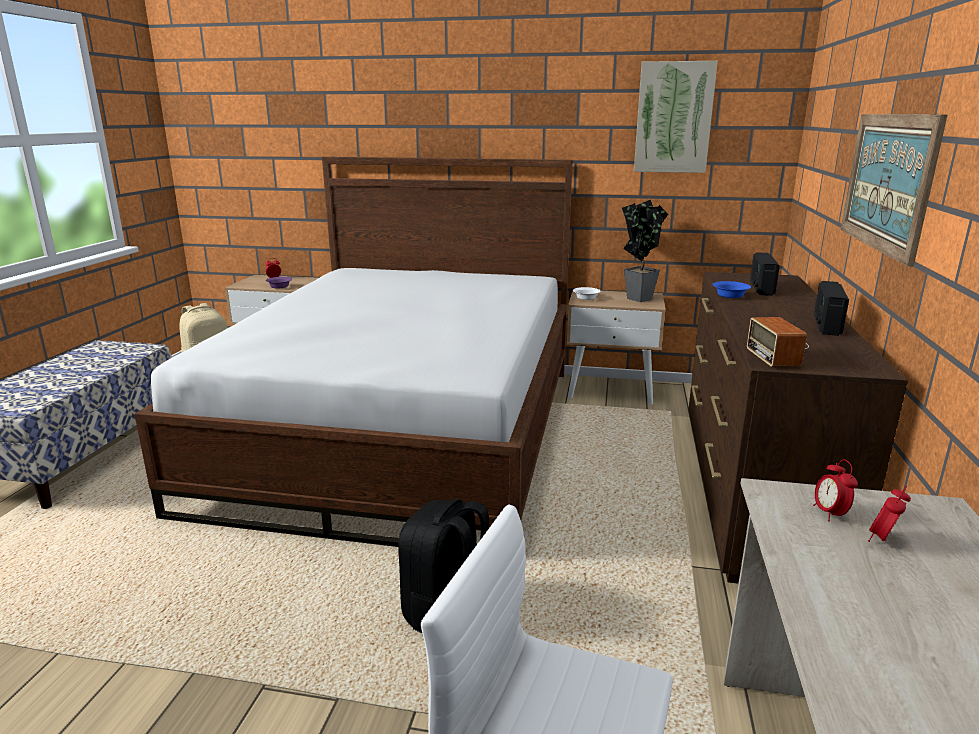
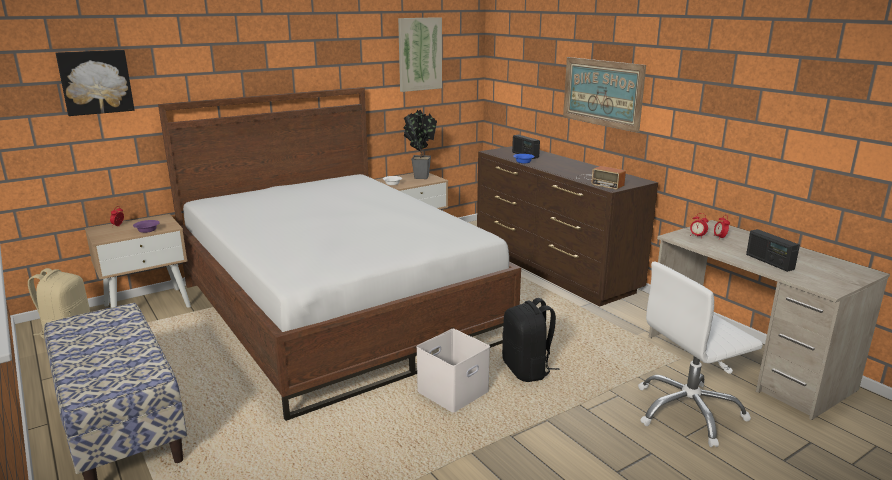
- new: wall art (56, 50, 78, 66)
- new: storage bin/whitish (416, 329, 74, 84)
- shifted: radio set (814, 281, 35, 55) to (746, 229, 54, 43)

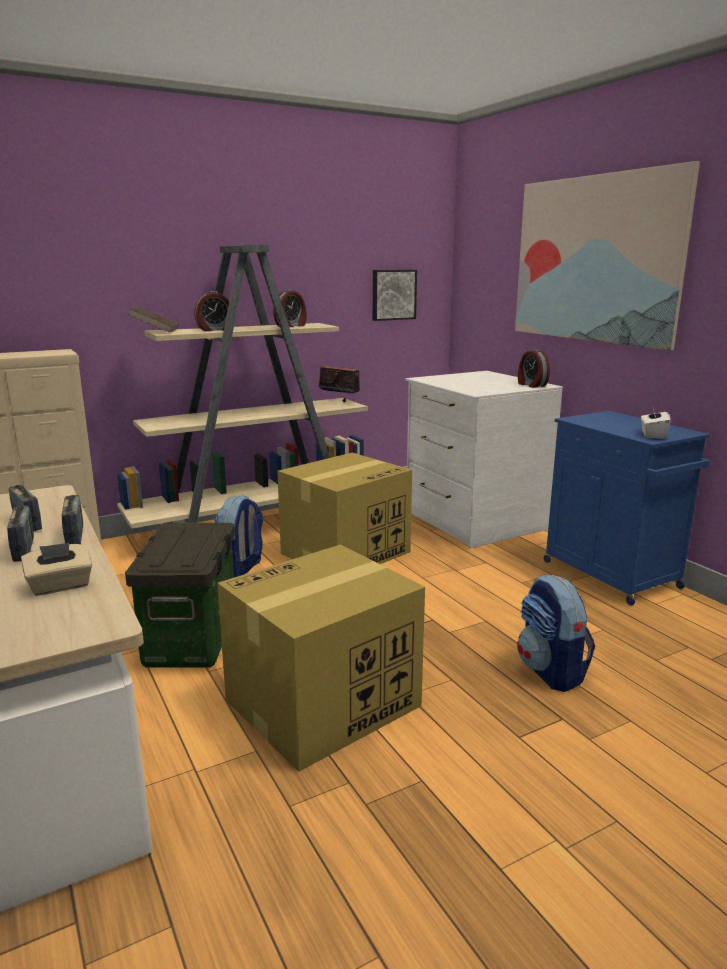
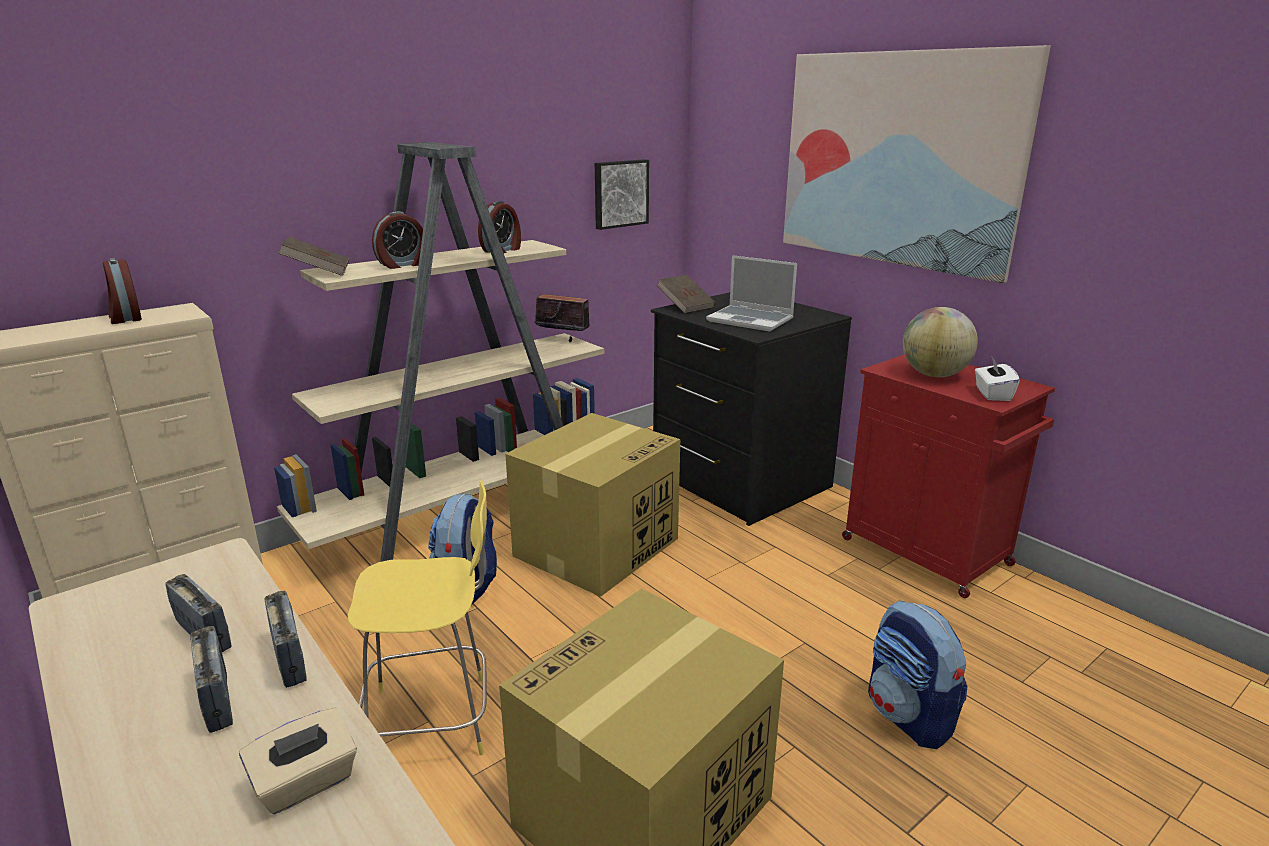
- new: book/brownish (657, 275, 58, 38)
- new: notebook computer (706, 255, 91, 77)
- new: globe (903, 307, 75, 70)
- shifted: table clock (518, 349, 32, 39) to (103, 258, 39, 66)
- swapped: storage bin (125, 523, 110, 144) to stool seat/yellow-coloured (347, 480, 140, 275)
- repainted: drawer chest/whitish (406, 371, 157, 177) to drawer chest/blackish (651, 292, 201, 234)
- repainted: cupboard/blue-coloured (544, 411, 166, 194) to cupboard/red (842, 354, 213, 244)

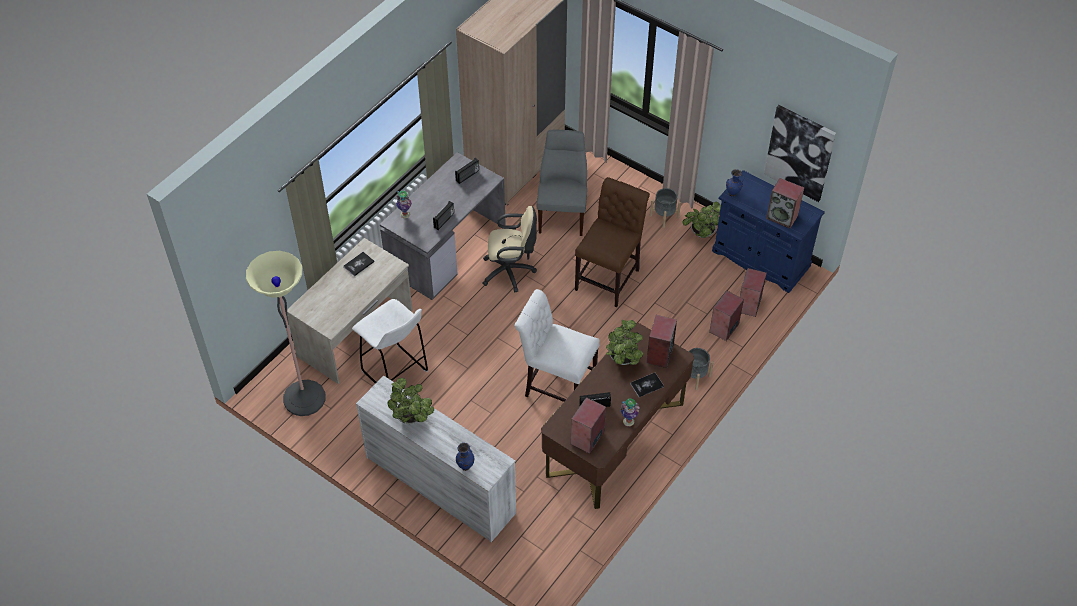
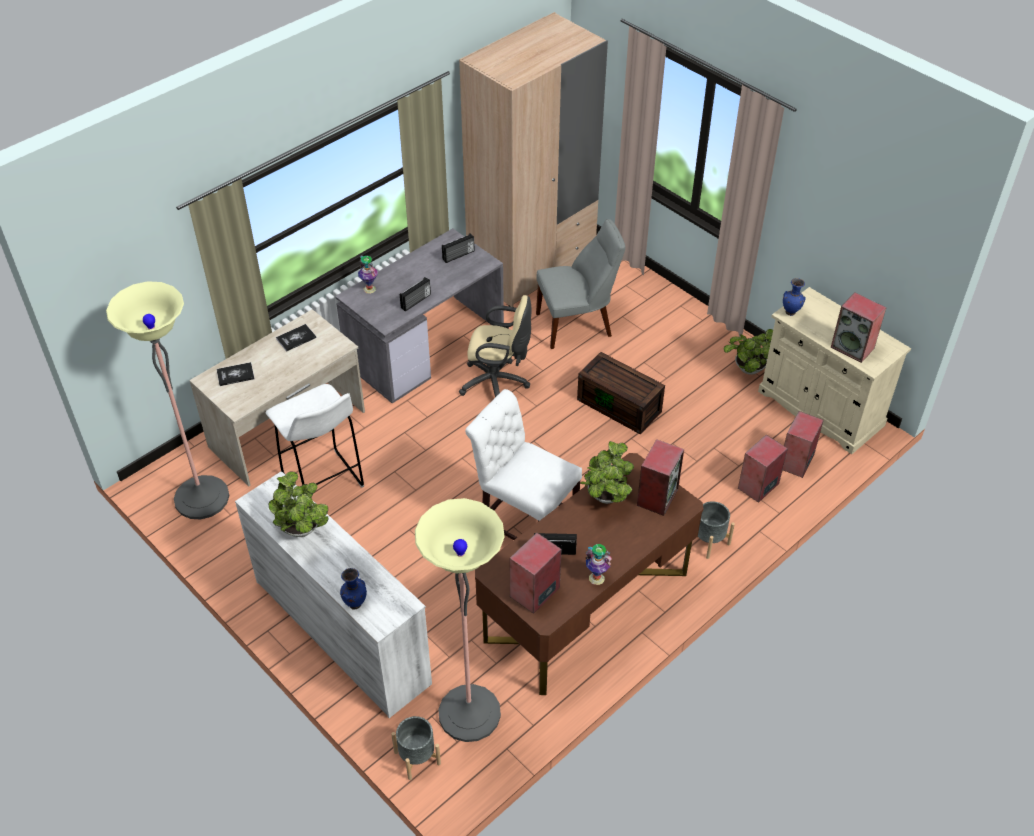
- gone: wall art (764, 105, 72, 97)
- new: standing lamp (415, 498, 90, 244)
- shifted: book (630, 373, 34, 24) to (217, 362, 38, 24)
- shifted: planter/greyish (650, 188, 31, 40) to (391, 716, 50, 64)
- swapped: plain chair/brownish (575, 177, 75, 130) to storage bin/brownish (577, 352, 88, 83)
- repainted: cupboard/blue-coloured (712, 170, 113, 123) to cupboard/beige-coloured (758, 287, 153, 167)
- rotated: plain chair/greyish (537, 130, 50, 106) = (536, 219, 89, 130) 60 degrees clockwise

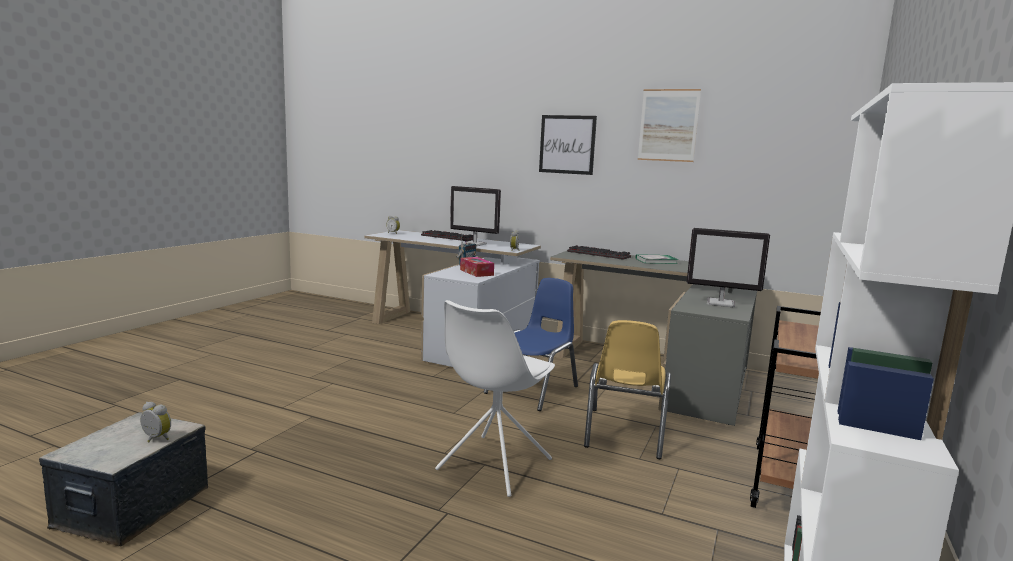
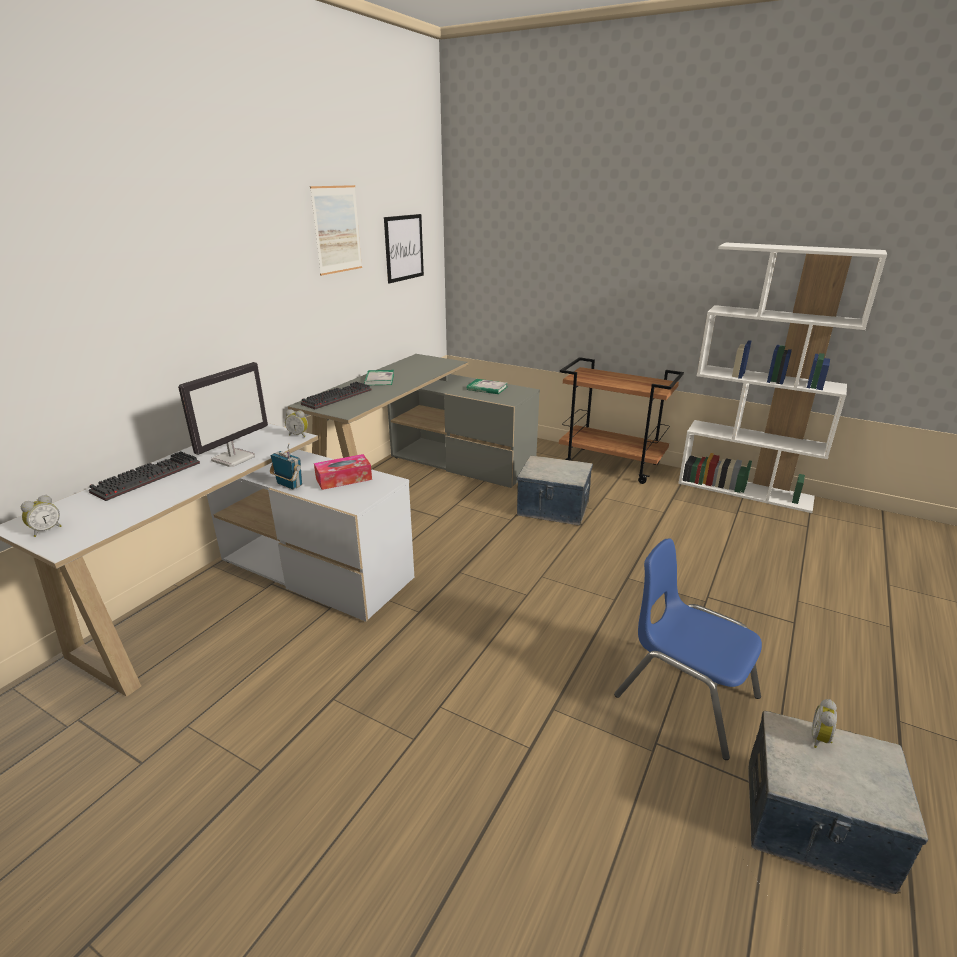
- gone: plain chair/whitish (435, 300, 120, 197)
- shifted: plain chair/blue-coloured (484, 278, 94, 133) to (614, 539, 148, 221)
- shifted: wall art (539, 115, 58, 60) to (384, 214, 40, 69)
- swapped: plain chair/yellow-coloured (584, 320, 87, 139) to storage bin (517, 456, 76, 70)
- swapped: computer display (687, 228, 83, 79) to book (467, 379, 40, 15)

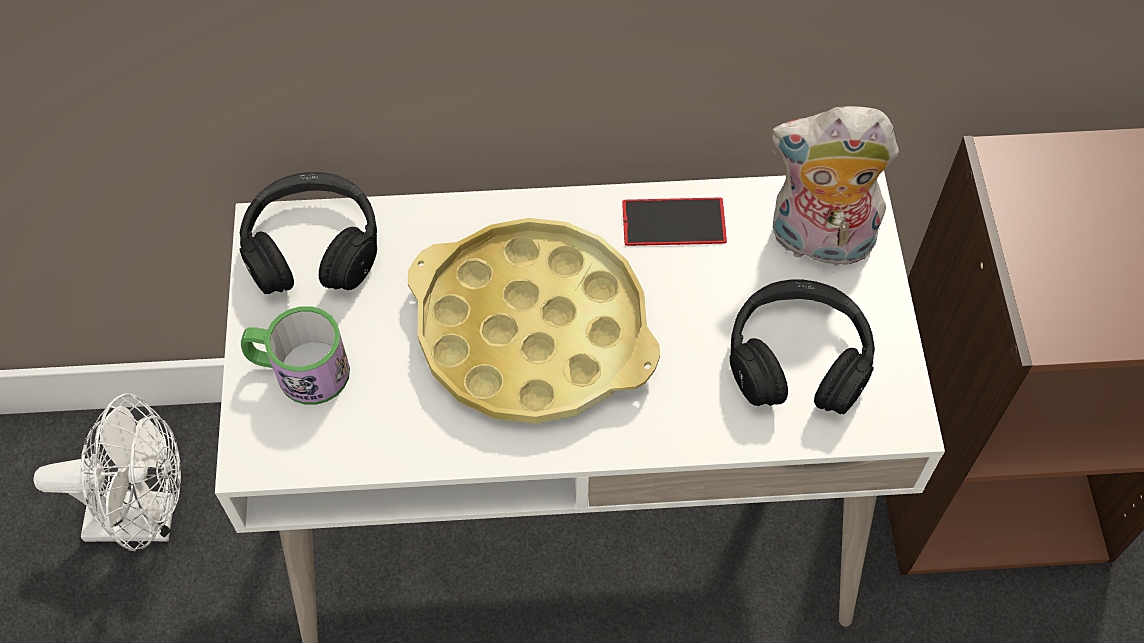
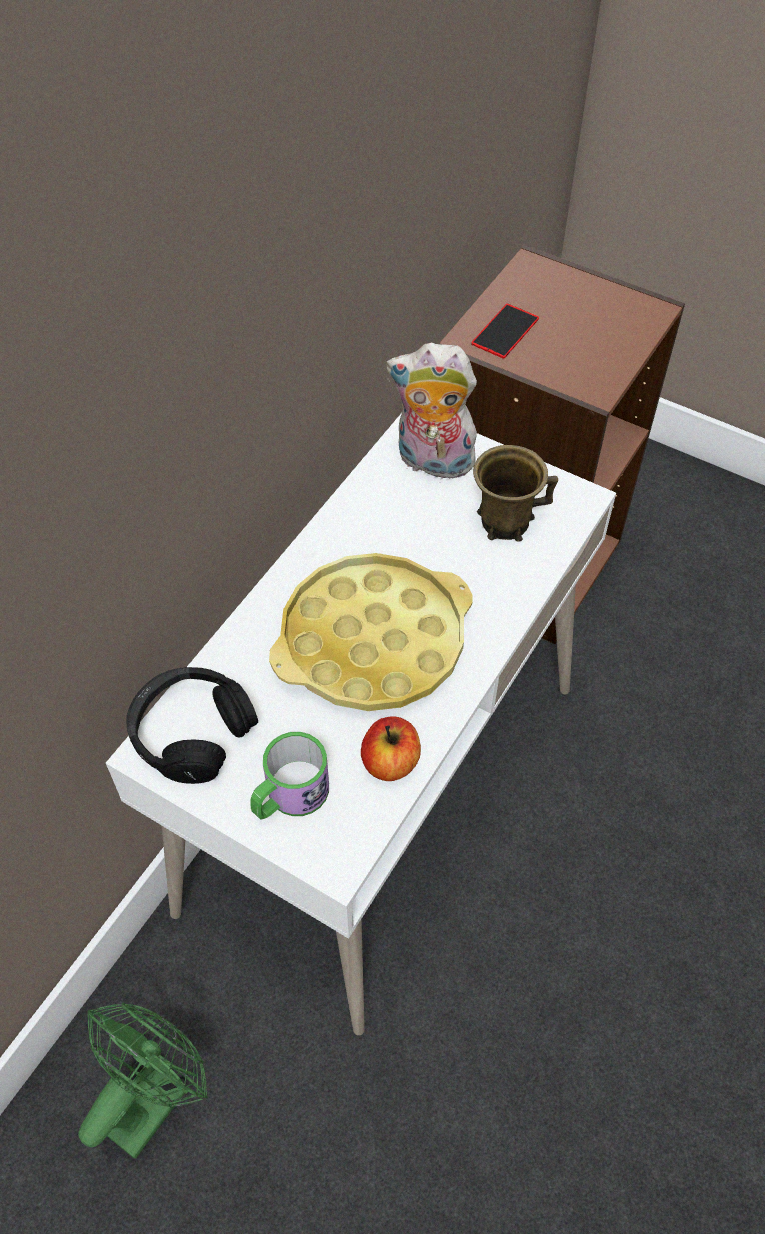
- new: apple (361, 716, 60, 65)
- shifted: telephone (622, 198, 105, 48) to (471, 303, 68, 56)
- swapped: headset/blackish (730, 279, 145, 135) to mug/brownish (473, 445, 85, 97)
- repainted: cooling fan/whitish (33, 393, 148, 158) to cooling fan/greenish (78, 1002, 130, 157)
- rotated: cuddly toy (771, 106, 128, 167) = (386, 343, 91, 136) 60 degrees clockwise

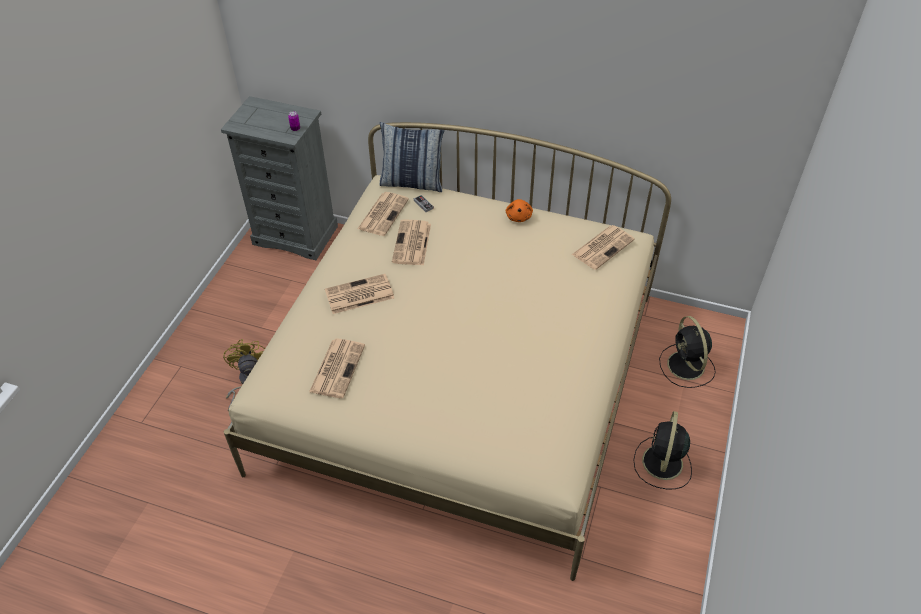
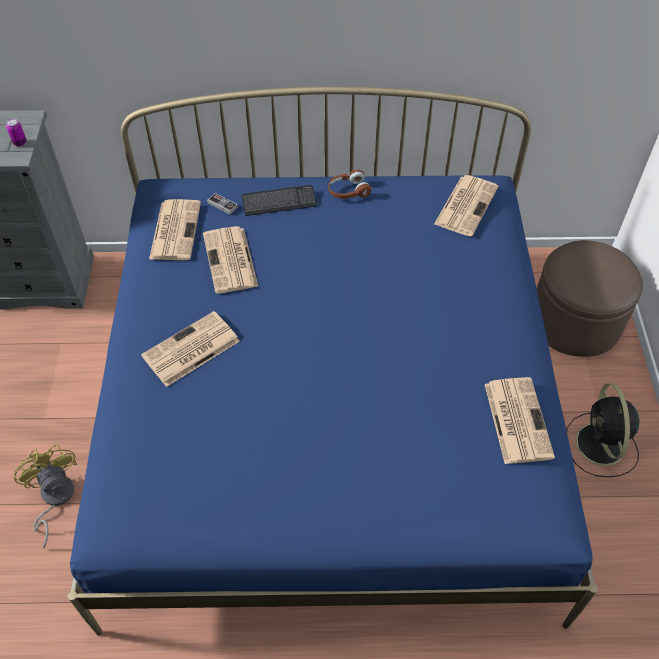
- gone: pillow (380, 122, 65, 70)
- new: PC keyboard (242, 185, 75, 31)
- shifted: newspaper (309, 338, 56, 60) to (485, 377, 70, 87)
- swapped: cuddly toy/orange (506, 199, 27, 23) to headset/brownish (328, 169, 43, 30)
- swapped: cooling fan/blackish (659, 316, 57, 72) to footrest/brownish (537, 240, 106, 117)
- repainted: sleeping bed/beige-coloured (224, 122, 447, 459) to sleeping bed/blue-coloured (67, 86, 531, 550)

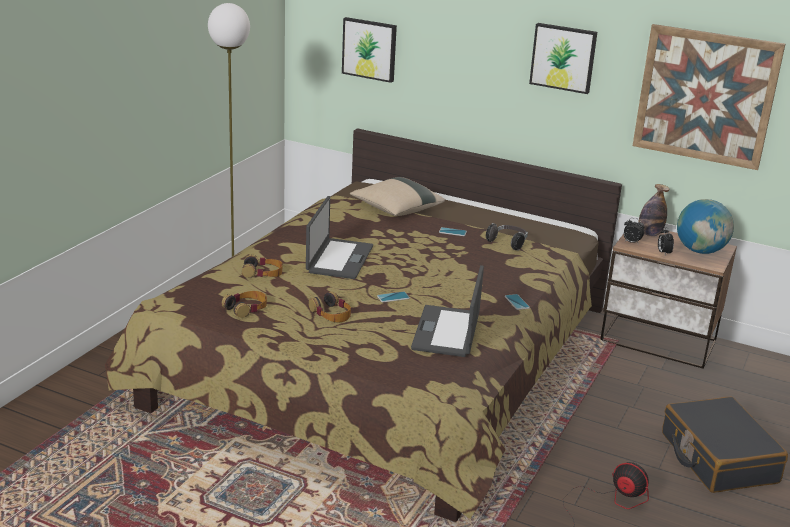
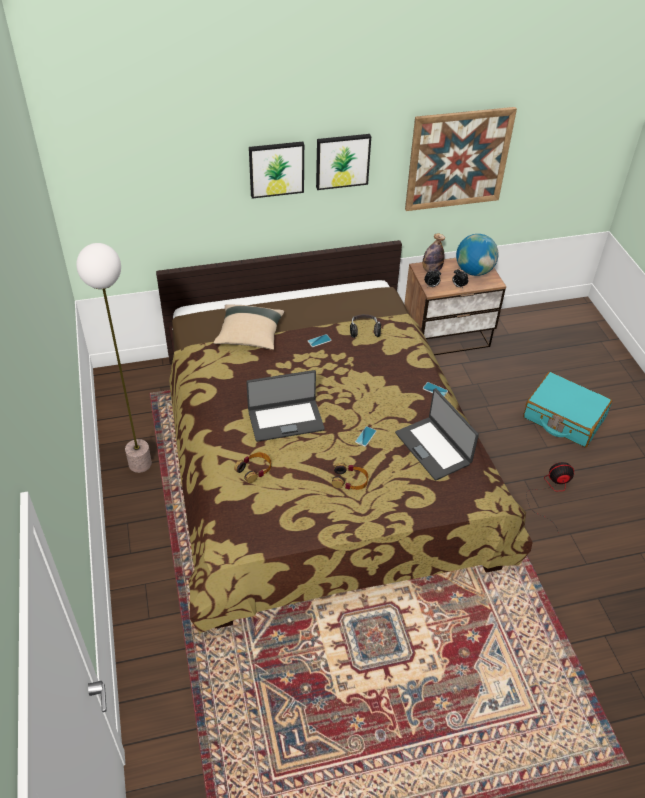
- gone: headset (221, 291, 46, 27)
- shifted: wall art (342, 17, 55, 66) to (249, 142, 55, 57)
- repainted: suitcase/blackish (662, 396, 126, 97) to suitcase/turquoise (523, 372, 89, 75)
- rotated: notebook computer (306, 196, 67, 83) = (246, 370, 79, 72) 105 degrees clockwise

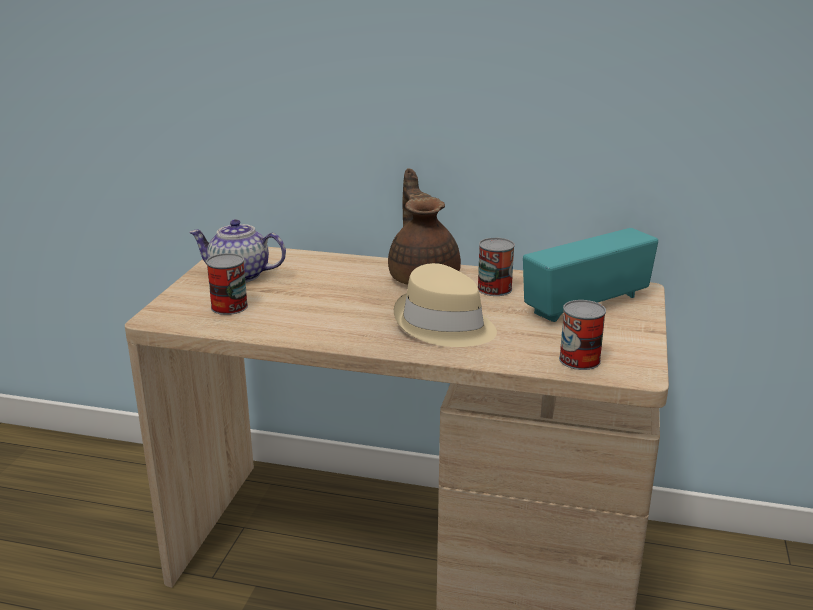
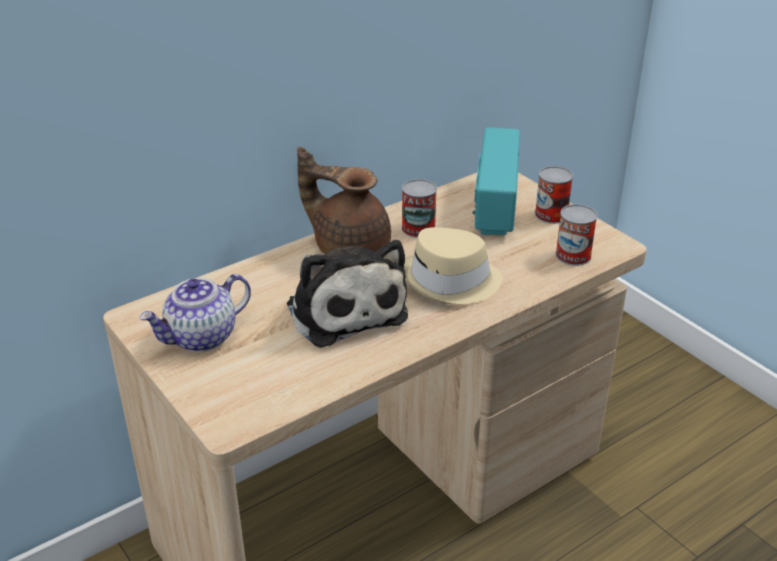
- new: cuddly toy (287, 240, 121, 108)
- shifted: metal can (206, 253, 42, 62) to (535, 166, 38, 58)

